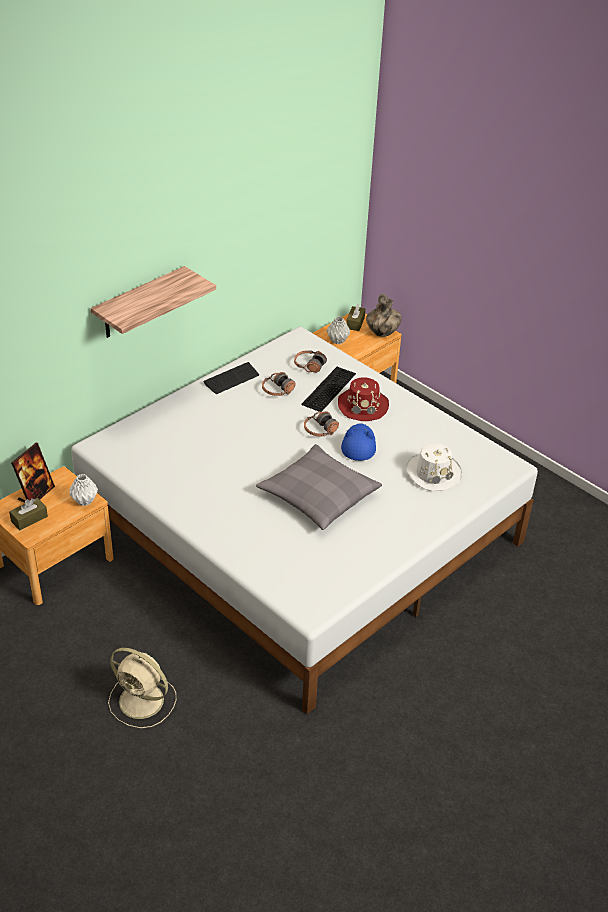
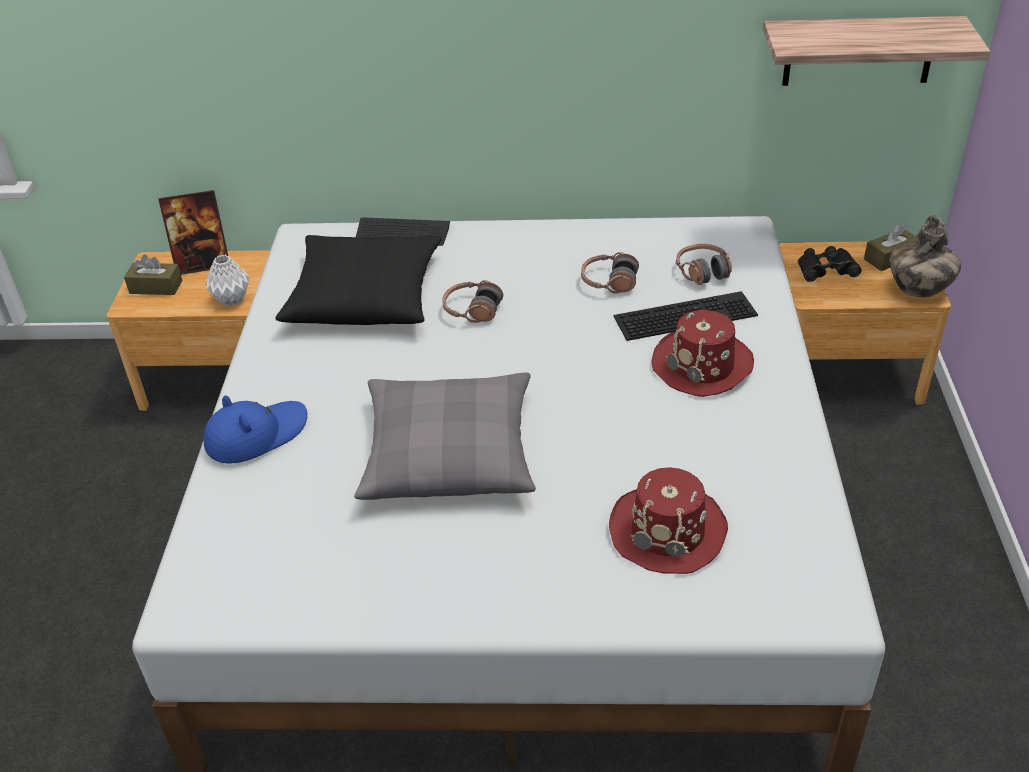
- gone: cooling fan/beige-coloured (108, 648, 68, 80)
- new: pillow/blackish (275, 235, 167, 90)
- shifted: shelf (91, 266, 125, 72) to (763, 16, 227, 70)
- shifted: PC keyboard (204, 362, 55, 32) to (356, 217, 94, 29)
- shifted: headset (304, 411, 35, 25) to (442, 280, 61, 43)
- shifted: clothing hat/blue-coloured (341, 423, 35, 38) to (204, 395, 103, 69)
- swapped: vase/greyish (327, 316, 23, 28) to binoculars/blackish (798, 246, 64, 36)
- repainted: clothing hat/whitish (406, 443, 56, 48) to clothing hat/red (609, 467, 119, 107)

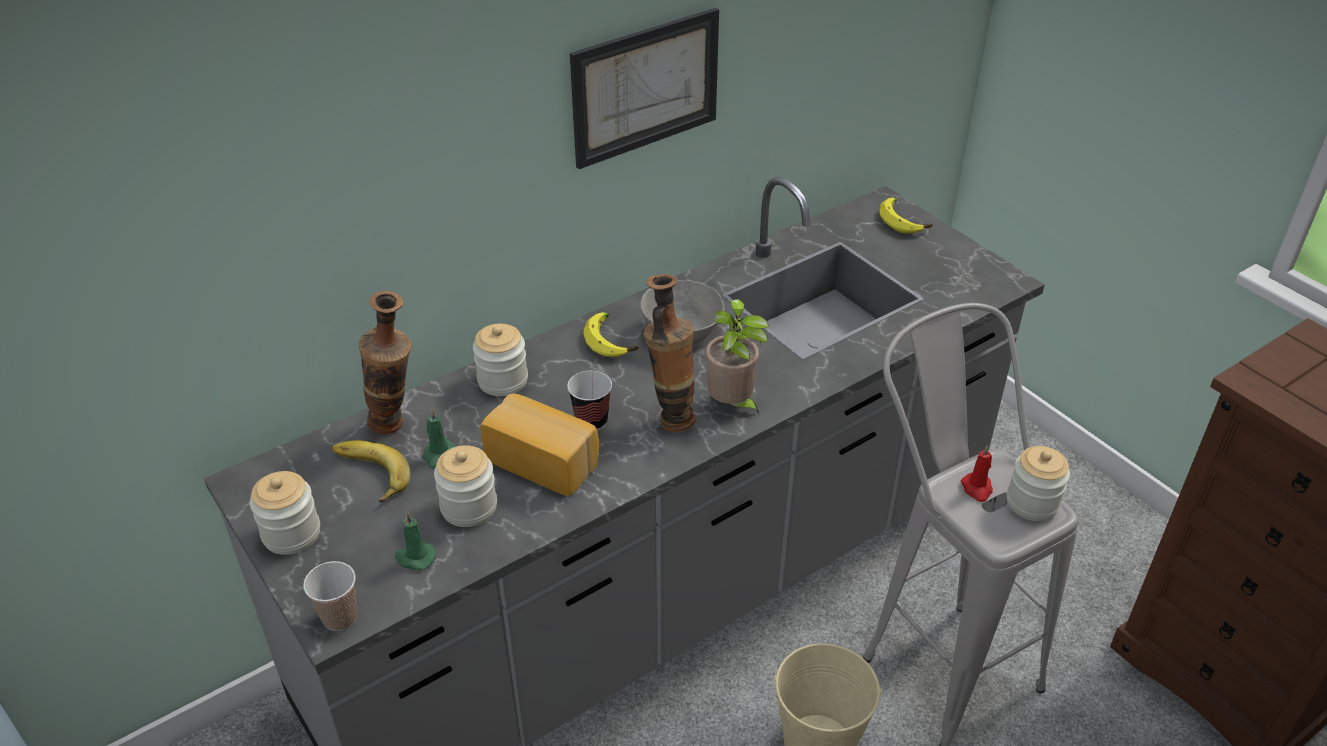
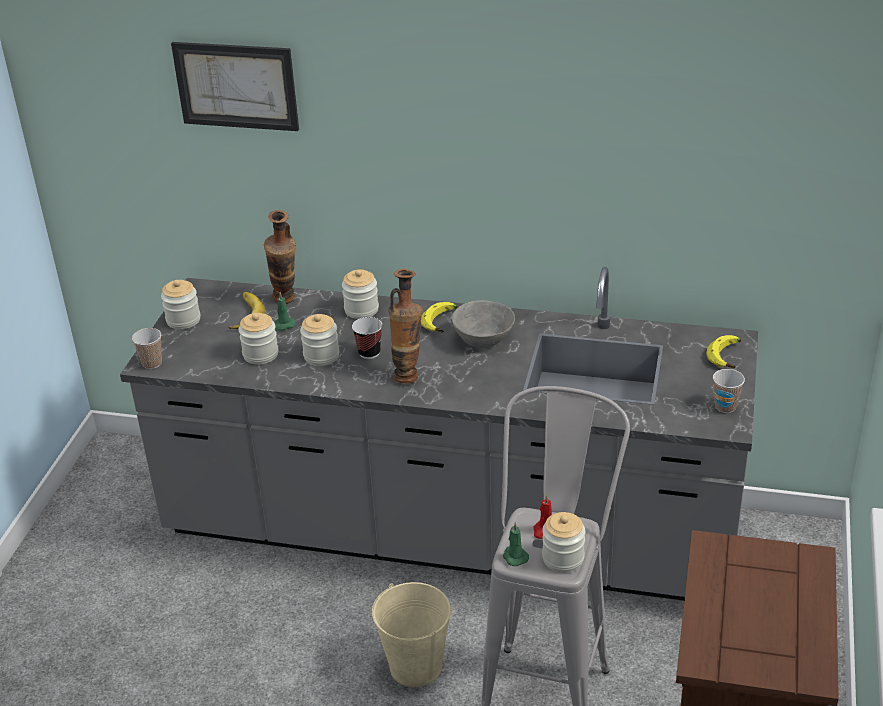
- gone: houseplant (705, 299, 64, 117)
- new: cup (713, 369, 32, 44)
- shifted: candle/greenish (395, 511, 42, 60) to (503, 522, 26, 44)
- shifted: wall art (570, 8, 149, 161) to (171, 42, 128, 89)
- swapped: bread (480, 394, 119, 102) to jar (300, 314, 39, 52)

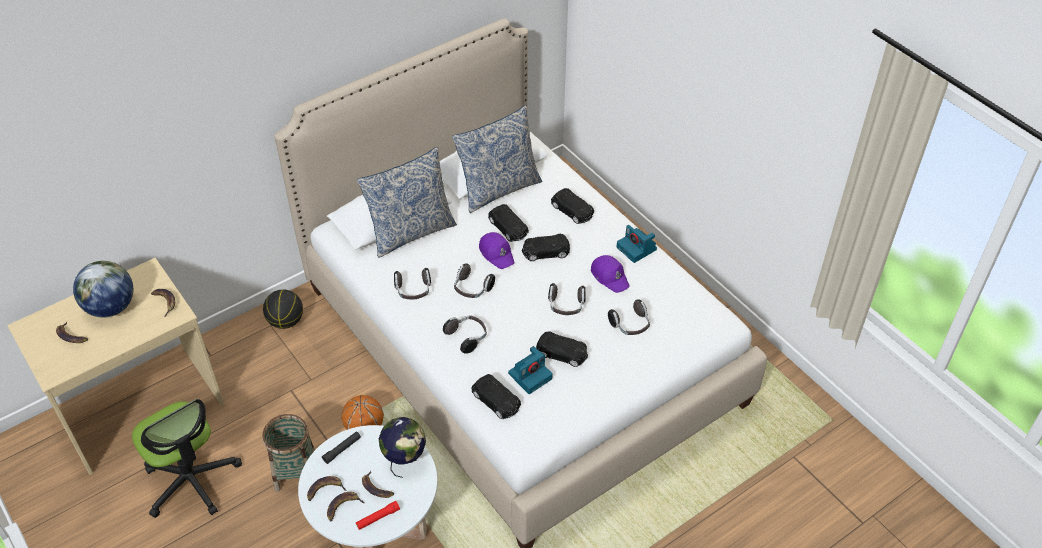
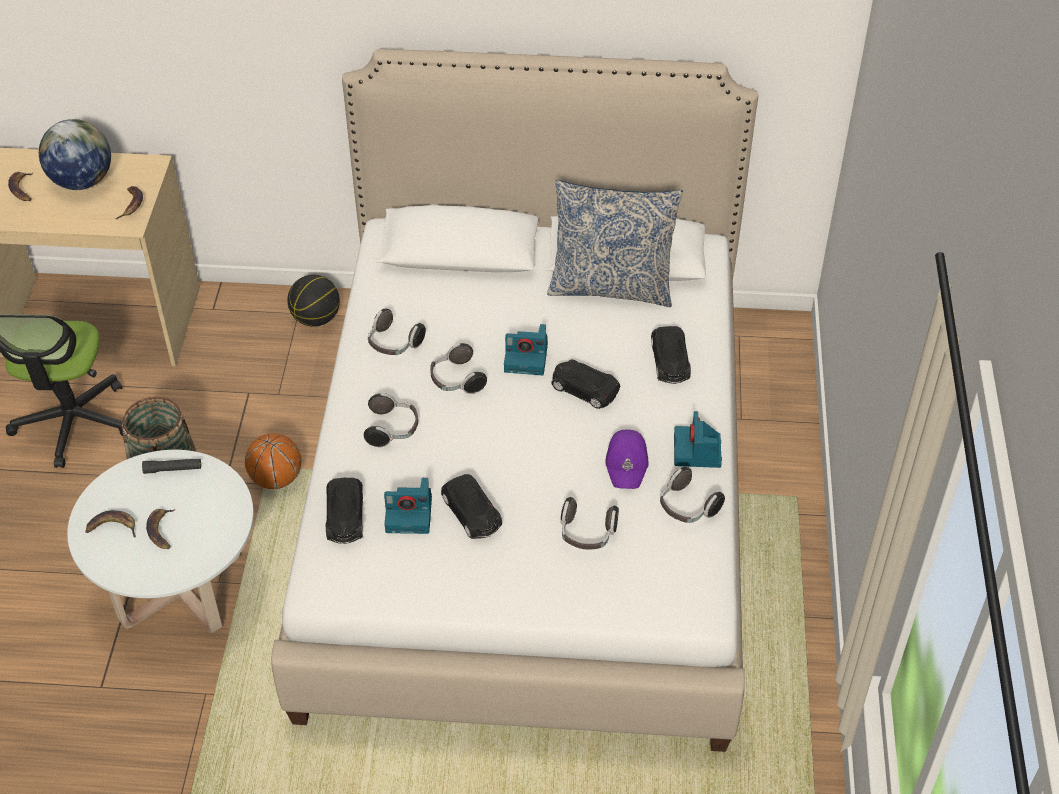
- gone: banana fruit (307, 476, 40, 25)
- gone: hand torch/red (356, 501, 44, 29)
- gone: pillow (357, 147, 100, 111)
- gone: globe (379, 417, 47, 61)
- gone: toy car/blackish (488, 204, 41, 38)
- shifted: headset (548, 283, 38, 32) to (660, 467, 65, 56)
- swapped: peaked cap/purplish (479, 232, 36, 37) to still camera (504, 324, 44, 51)

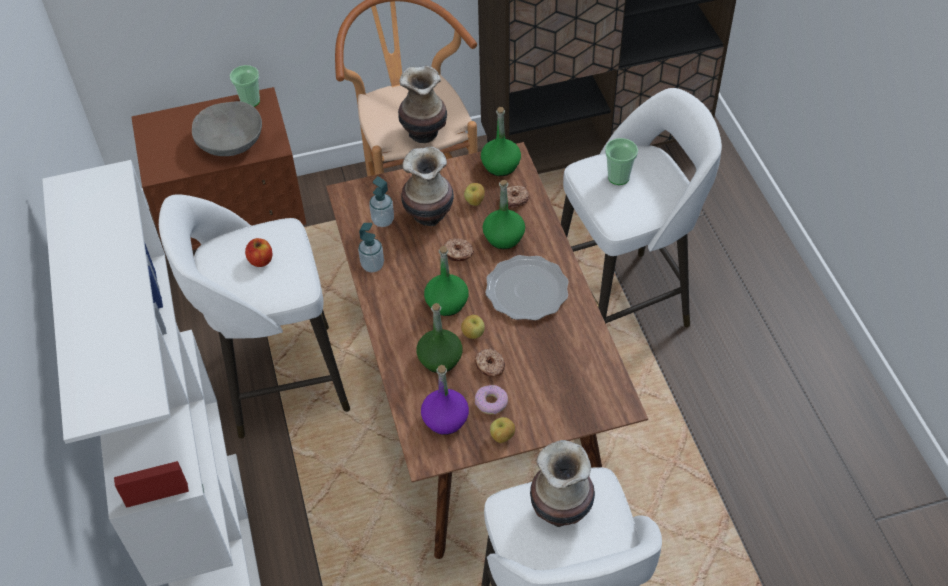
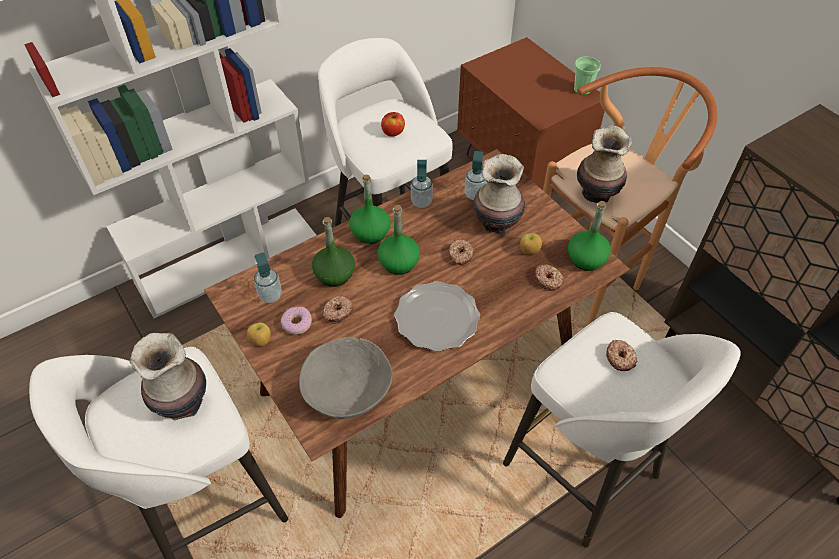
- gone: apple (461, 315, 24, 24)
- shifted: serving bowl/greyish (192, 101, 70, 55) to (299, 337, 93, 82)
- shifted: beverage bottle/greenish (483, 180, 42, 69) to (349, 175, 42, 69)
- swapped: beverage bottle/purplish (421, 365, 48, 70) to soap bottle (254, 252, 28, 51)
- swapped: cup (605, 138, 33, 47) to ring doughnut (606, 340, 32, 31)

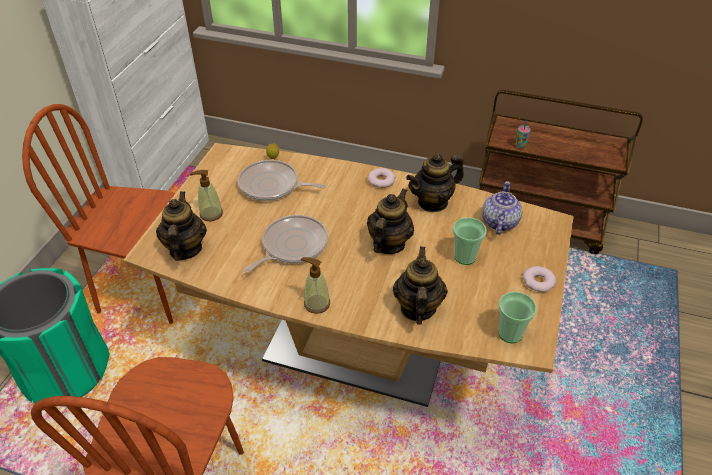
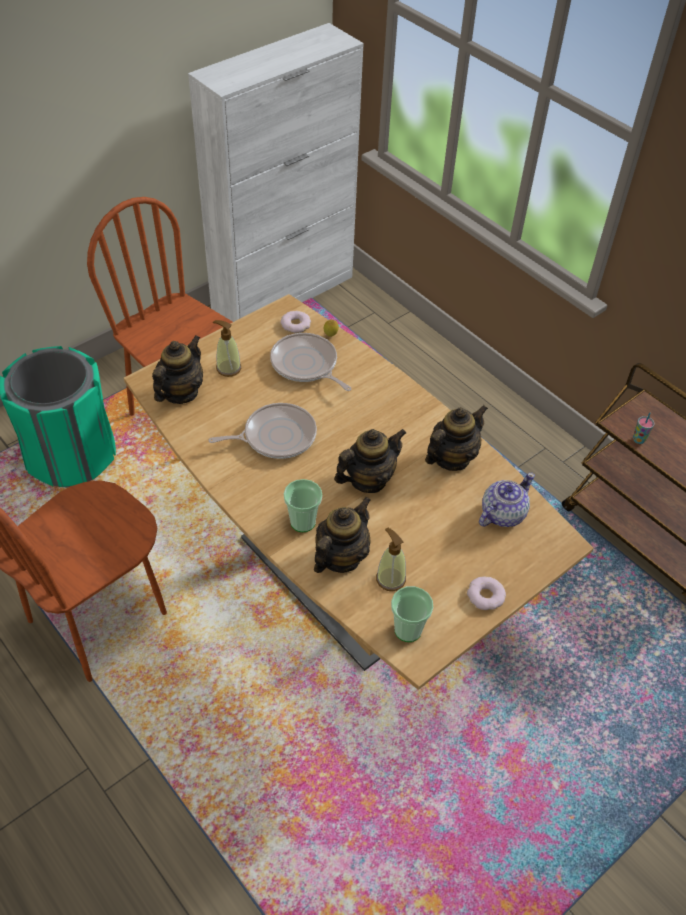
- shifted: soap bottle (301, 257, 29, 57) to (376, 528, 30, 63)
- shifted: ring doughnut (368, 168, 28, 20) to (280, 311, 31, 22)
- shifted: cup (453, 217, 34, 48) to (284, 479, 38, 53)
- rotated: teapot (406, 153, 58, 59) = (425, 405, 63, 66) 135 degrees clockwise

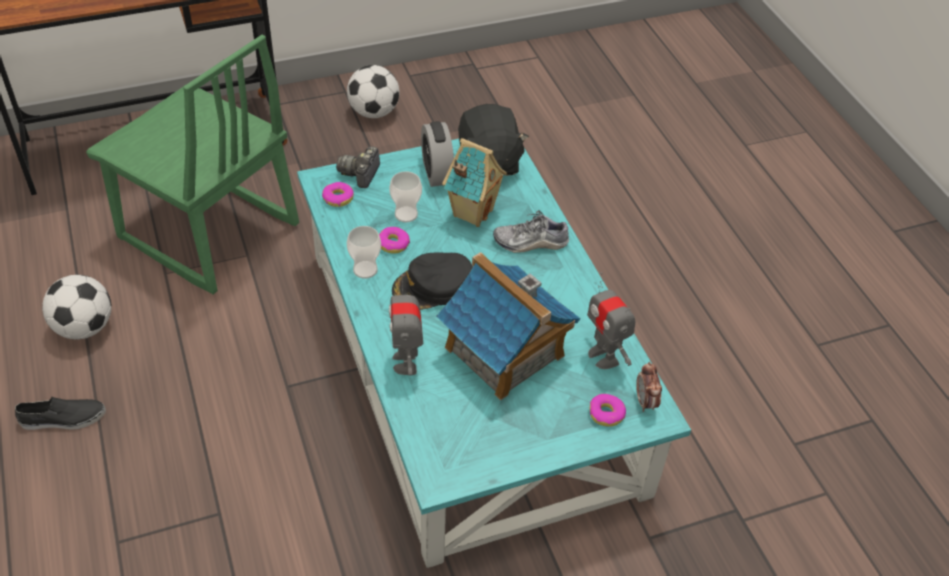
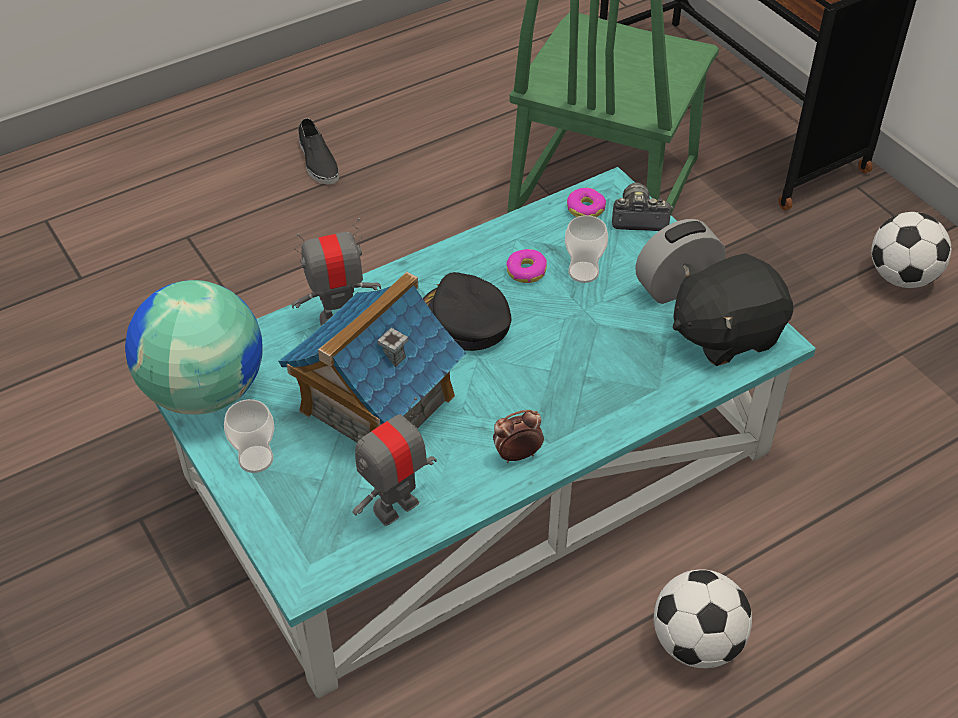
- gone: miniature house (442, 138, 65, 89)
- gone: item of footwear (493, 210, 76, 43)
- gone: ring doughnut (590, 394, 36, 33)
- new: globe (125, 280, 138, 135)
- shifted: football ball (42, 275, 69, 65) to (654, 570, 98, 98)
- shifted: cup (347, 226, 34, 53) to (224, 399, 51, 74)
- shifted: table clock (636, 362, 26, 50) to (493, 410, 51, 53)

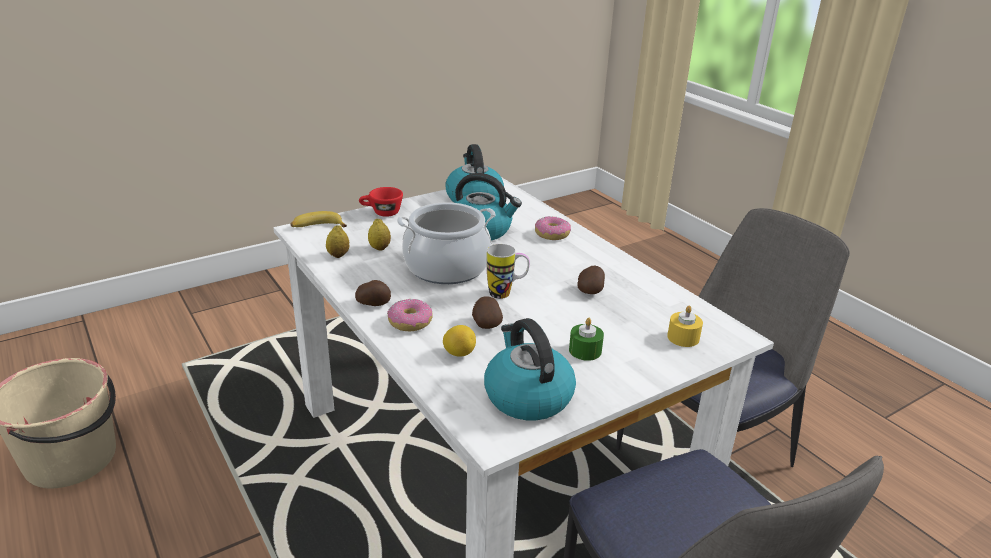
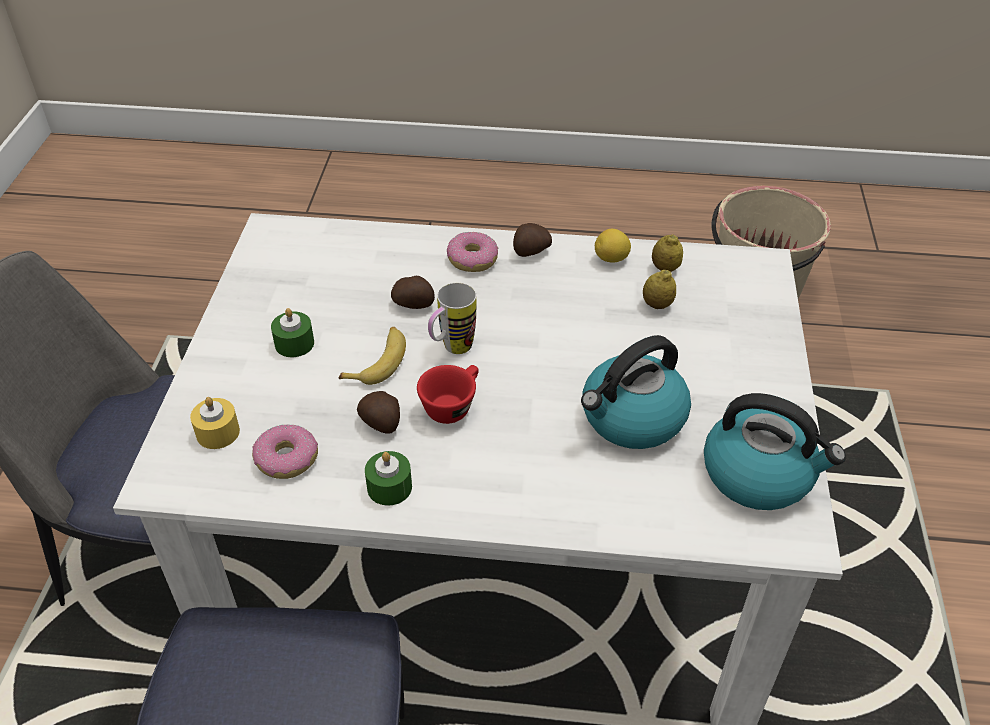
- gone: saucepot (397, 202, 99, 82)
- gone: kettle (484, 318, 92, 102)
- new: candle/greenish (365, 451, 47, 55)
- shifted: banana fruit (290, 211, 57, 16) to (339, 327, 67, 58)
- shifted: cup/red (359, 187, 44, 30) to (417, 365, 62, 59)
- shifted: lemon (443, 325, 33, 32) to (595, 229, 36, 33)
- shifted: ring doughnut (535, 216, 36, 24) to (252, 424, 66, 55)

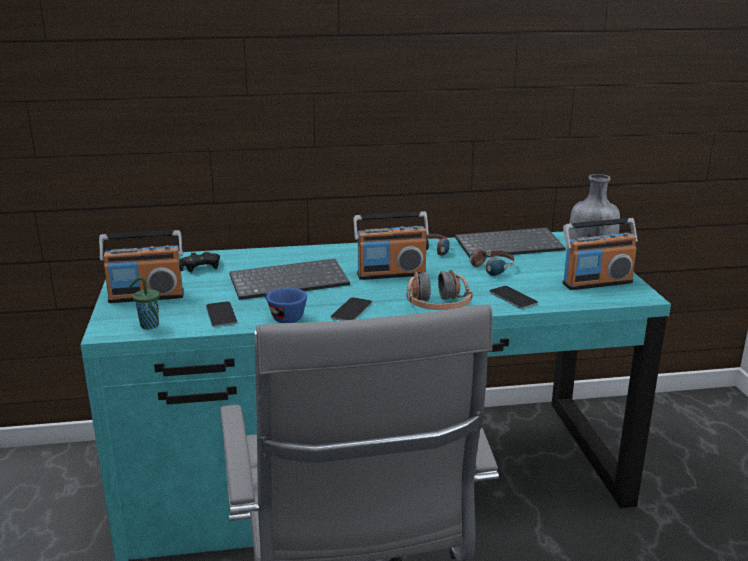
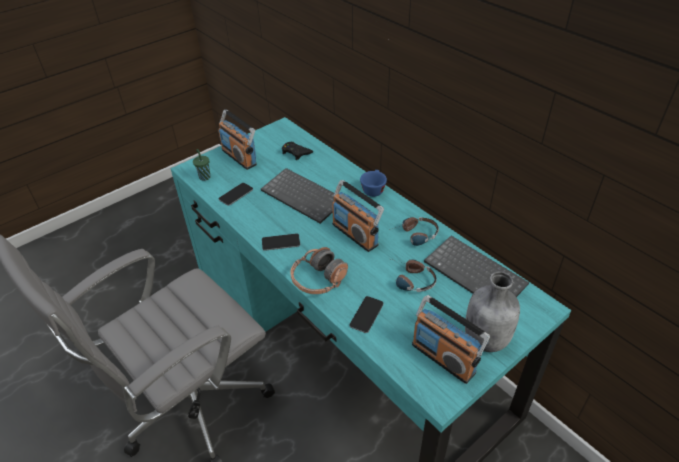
- shifted: cup/blue-coloured (265, 288, 42, 35) to (360, 170, 27, 27)

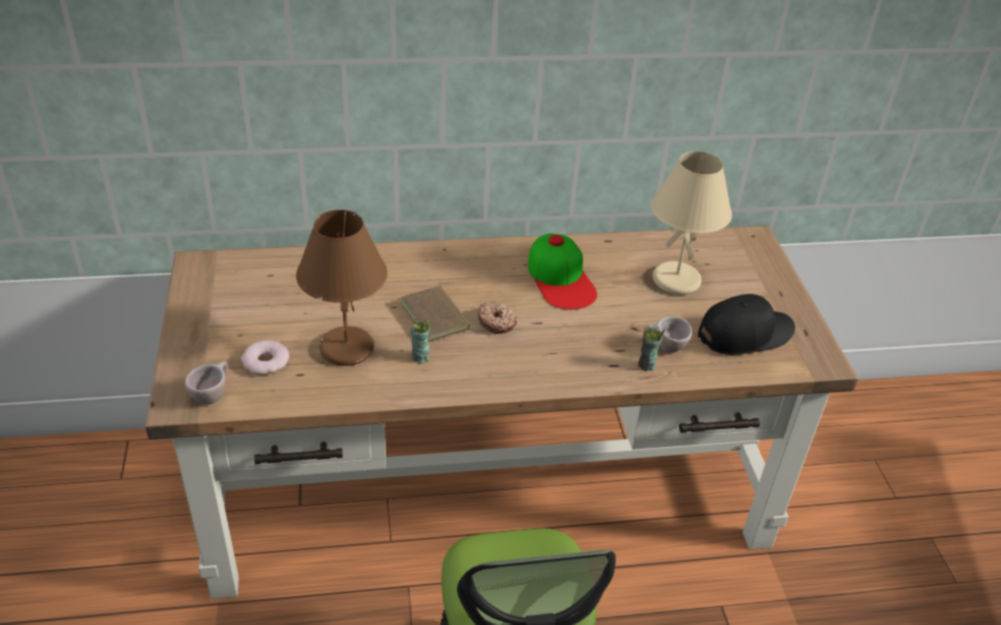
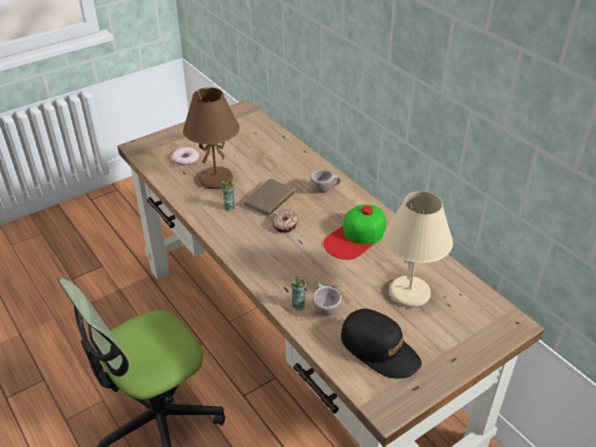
- shifted: cup/beige-coloured (185, 361, 43, 44) to (310, 170, 31, 23)

